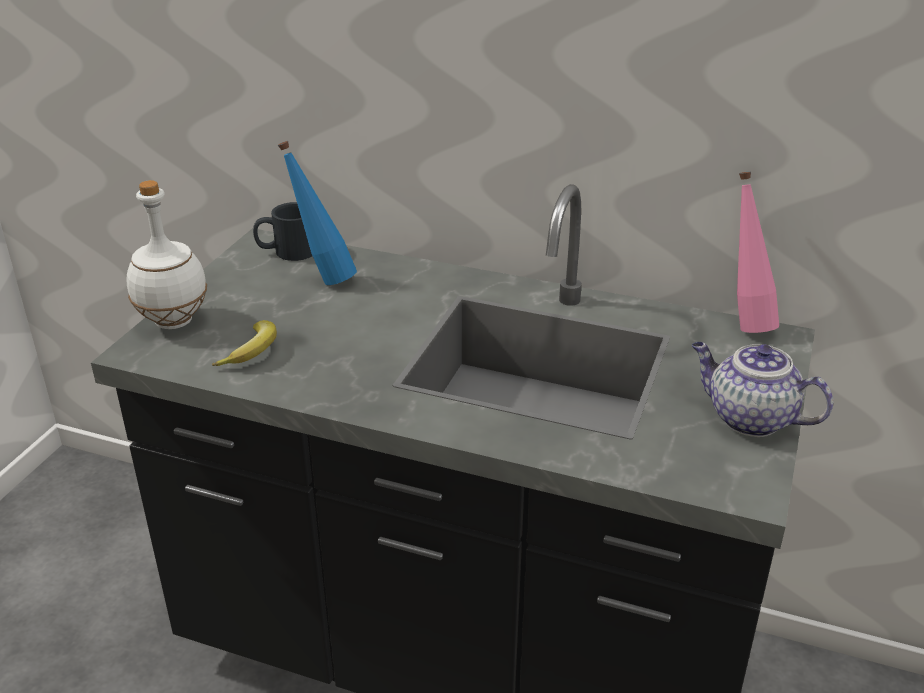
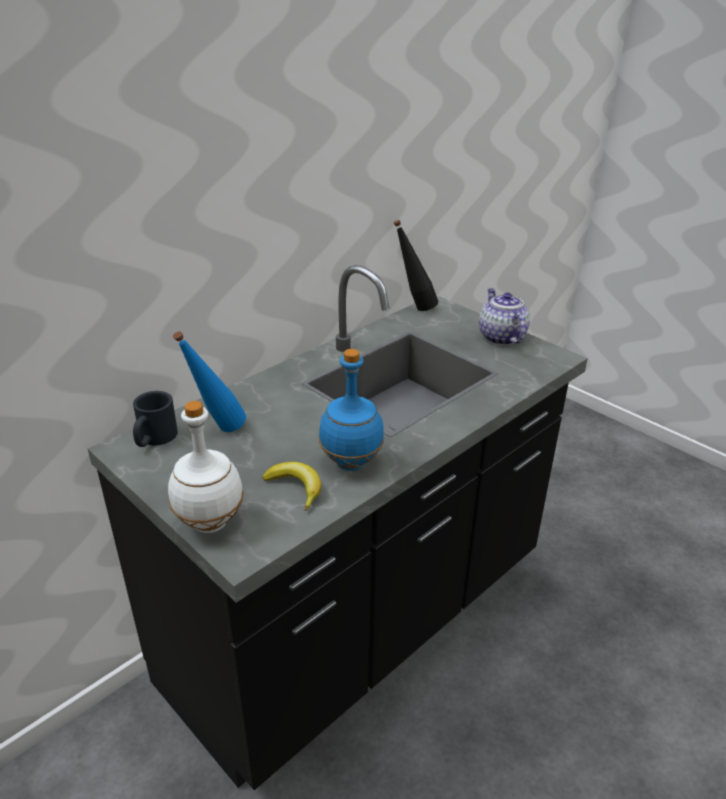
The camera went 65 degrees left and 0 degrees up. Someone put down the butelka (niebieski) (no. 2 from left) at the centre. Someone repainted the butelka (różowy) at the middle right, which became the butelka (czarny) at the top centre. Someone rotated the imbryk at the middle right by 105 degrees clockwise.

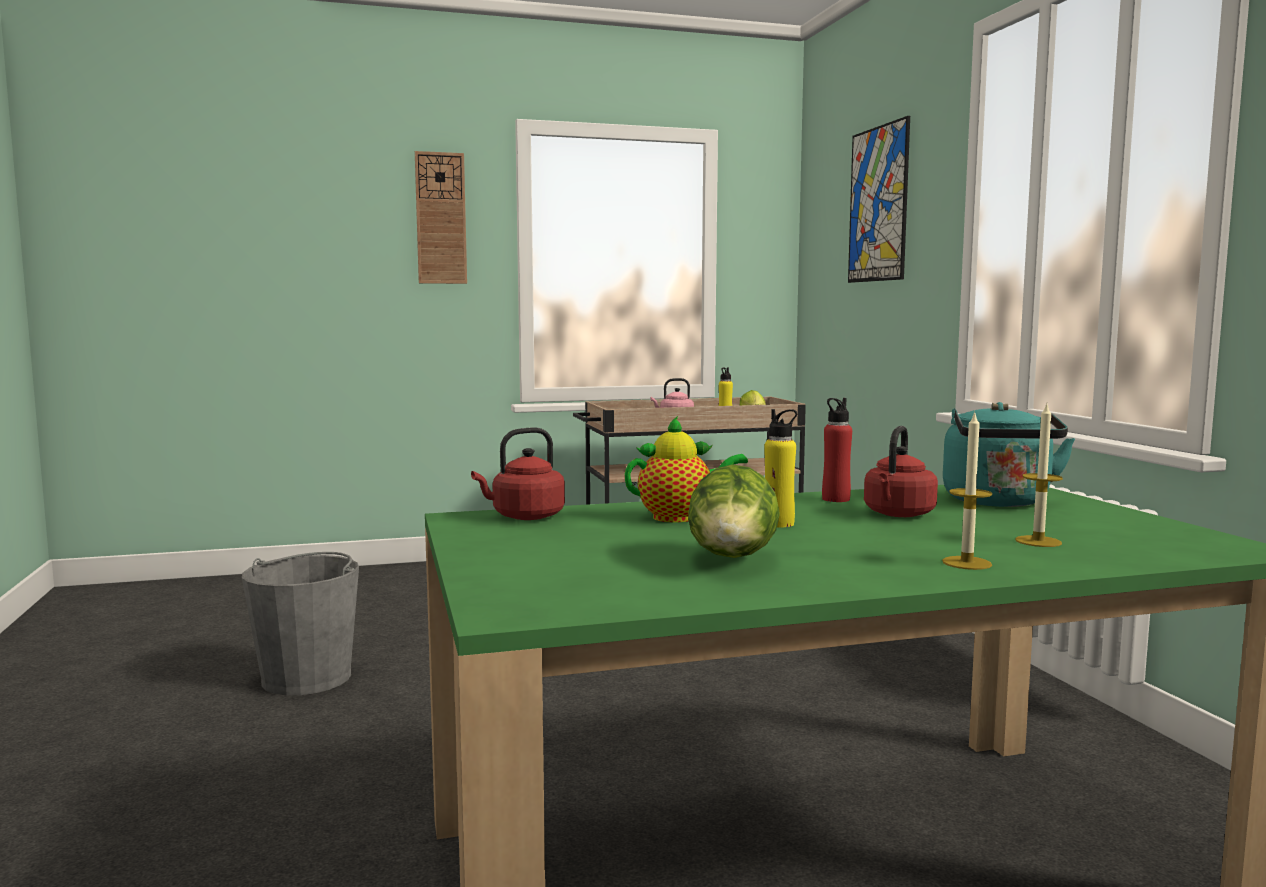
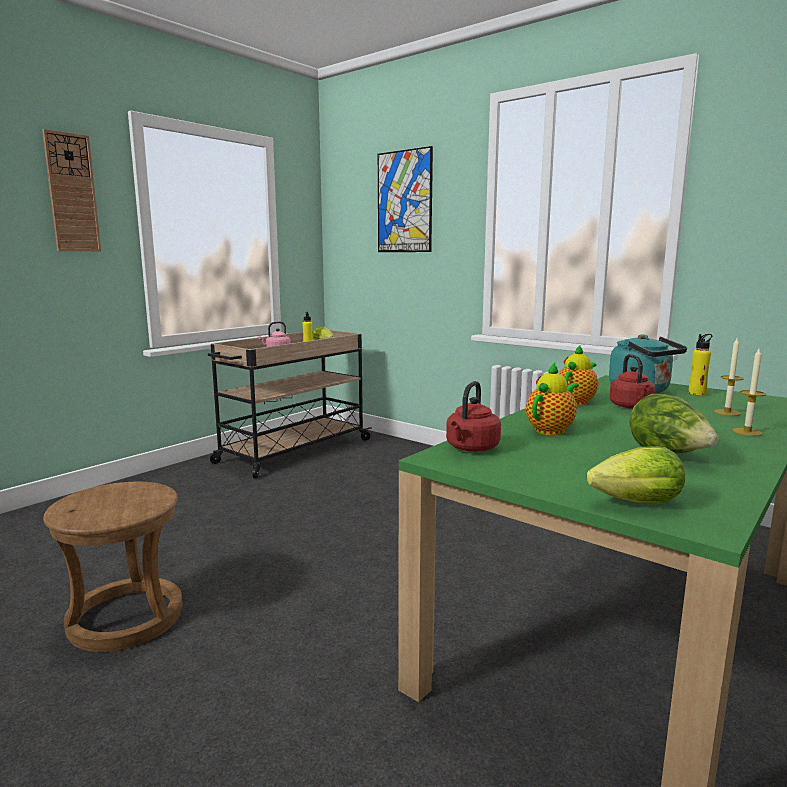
The camera went 35 degrees left and 5 degrees up. Someone swapped the wiadro (szary) at the bottom left for the stołek (brązowy) at the bottom left. Someone swapped the butelka (czerwony) at the centre for the imbryk (no. 2 from left) at the middle right. Someone put down the sałata (no. 2 from left) at the middle right. Someone carried the butelka (żółty) (no. 2 from left) from the centre to the middle right.

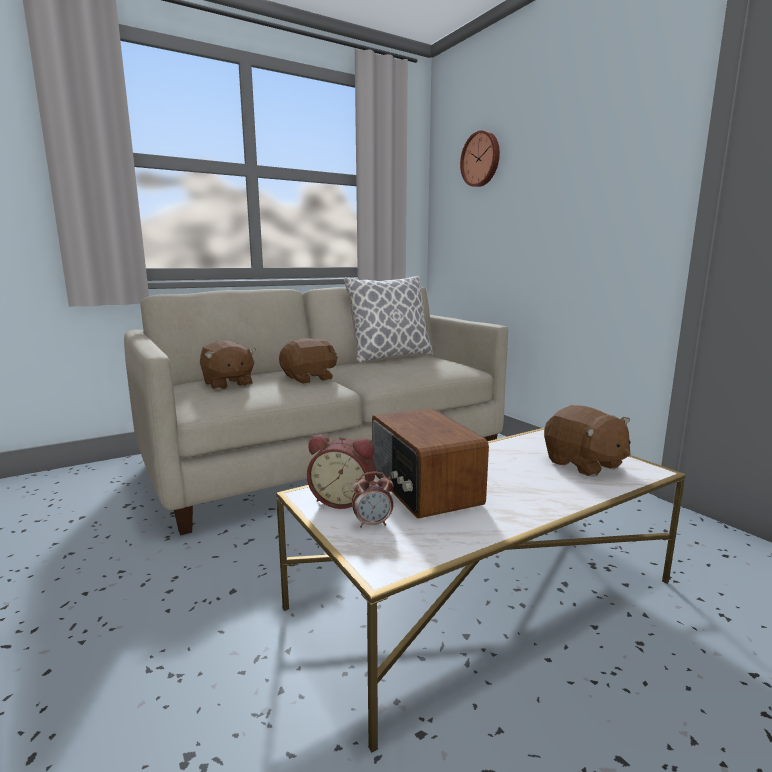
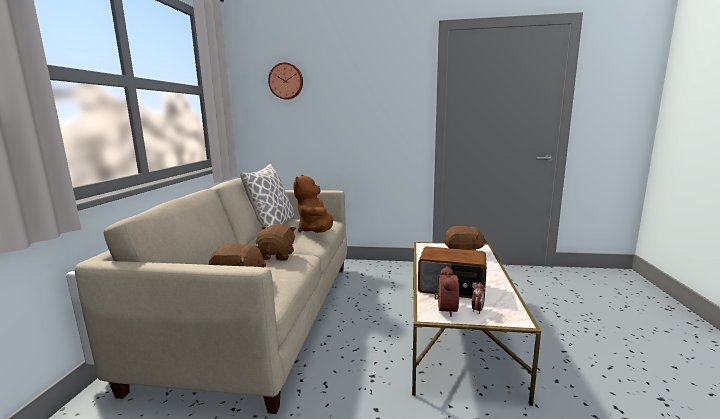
The camera went 50 degrees left and 0 degrees up. Someone put down the pluszak (brązowy) (no. 3 from left) at the centre. Someone rotated the budzik (no. 1 from left) at the centre by 45 degrees counterclockwise.

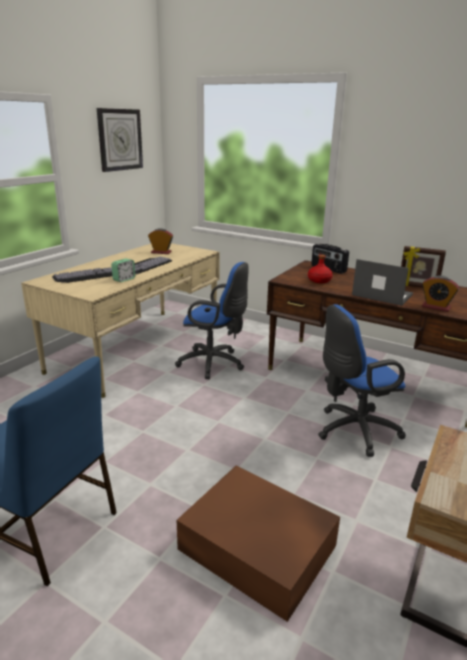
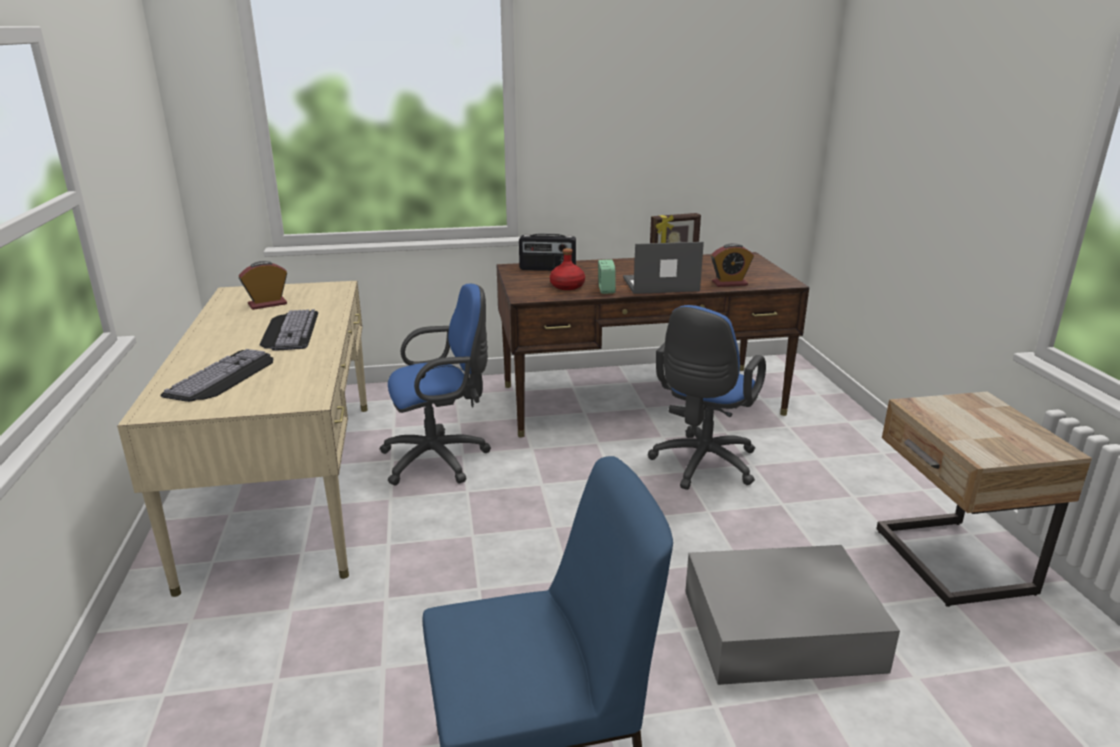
The camera went 40 degrees left and 0 degrees up. Someone carried the budzik (no. 1 from left in the first image) from the middle left to the centre. Someone repainted the pojemnik do przechowywania (brązowy) at the bottom centre, which became the pojemnik do przechowywania (szary) at the bottom right. Someone took away the zegar ścienny at the top left.

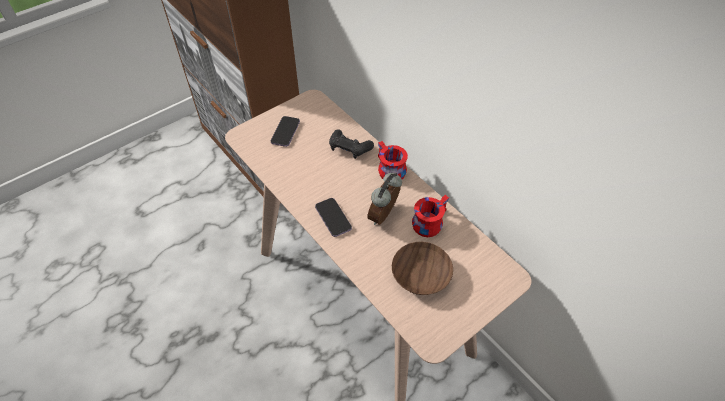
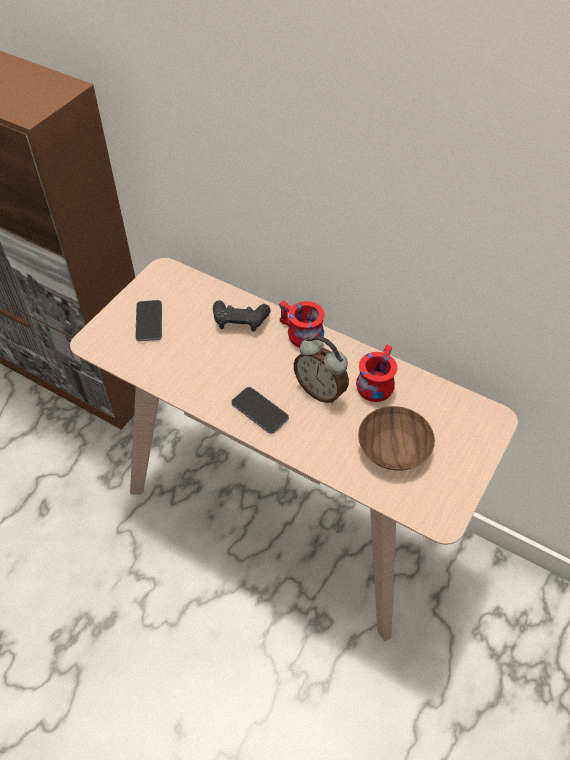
The camera went 20 degrees left and 0 degrees up. Someone rotated the budzik at the centre by 60 degrees counterclockwise.

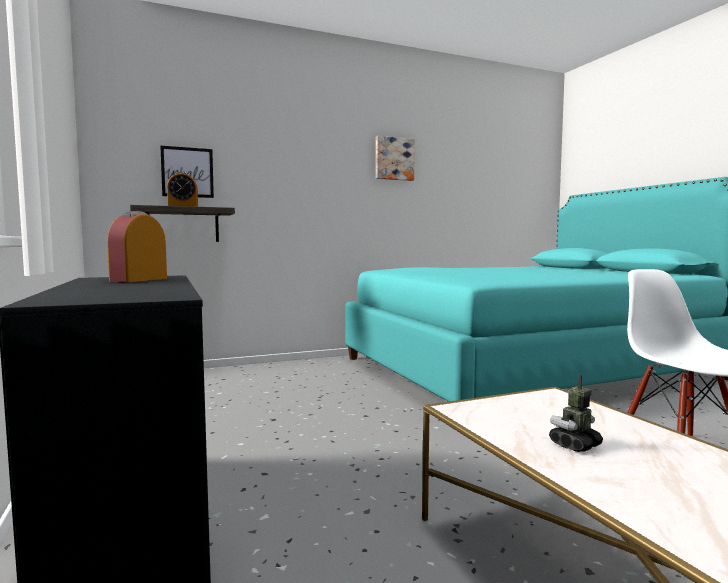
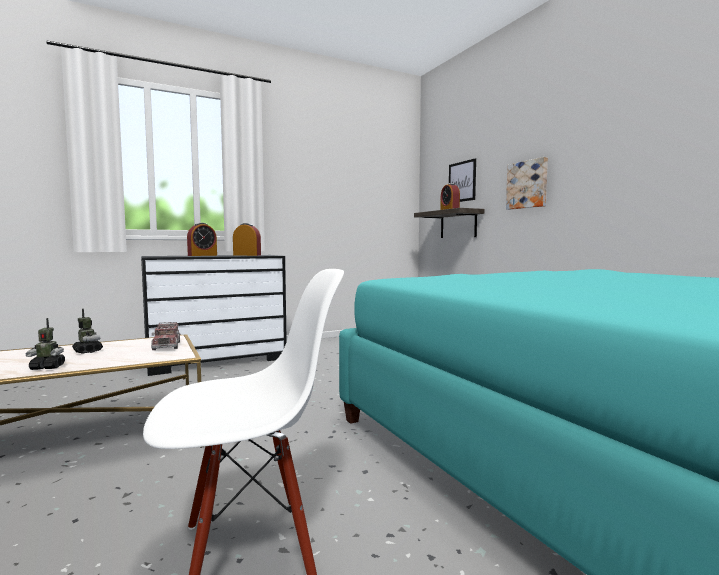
The camera went 85 degrees right and 0 degrees up. Someone put down the robot zabawkowy (no. 1 from left) at the middle left. Someone put down the ciężarówka zabawkowa at the middle left. Someone put down the budzik (no. 1 from left) at the middle left. Someone carried the obraz (no. 2 from left) from the top centre to the top right.

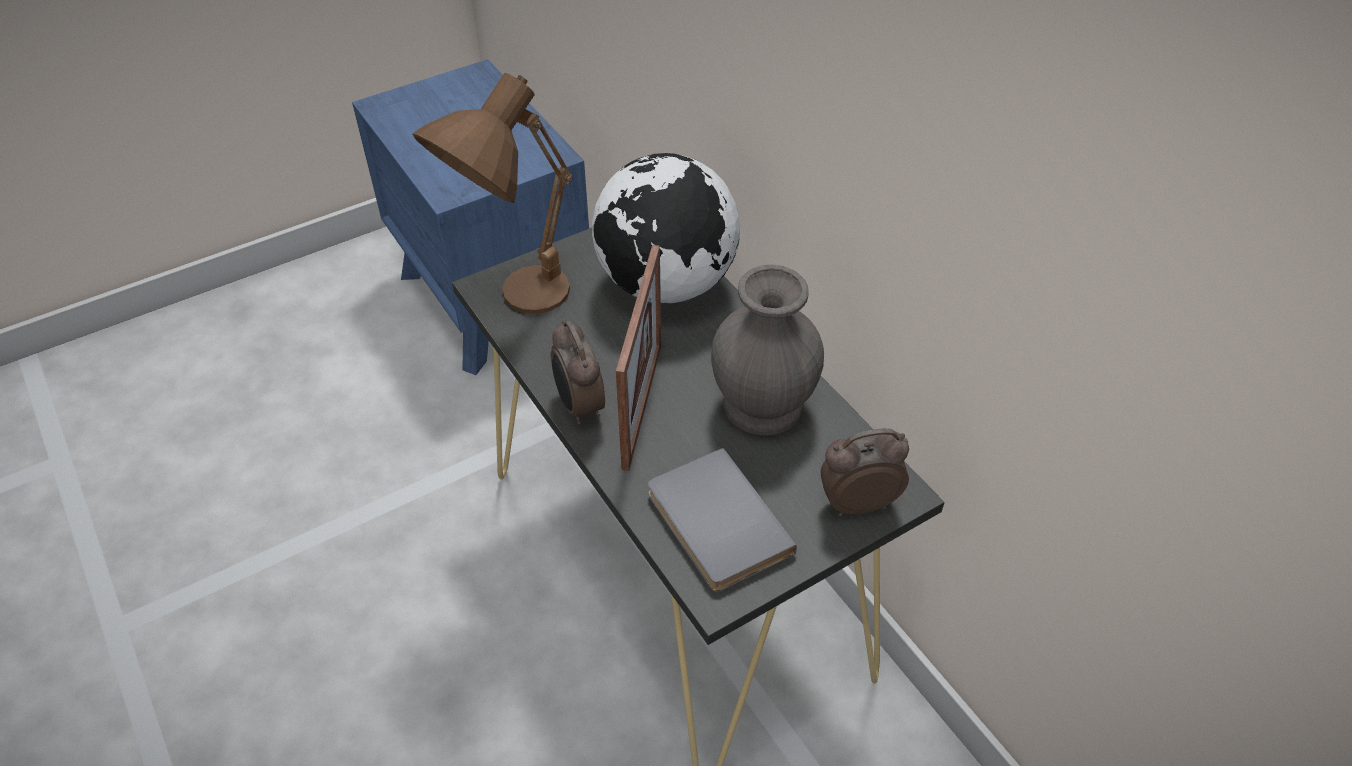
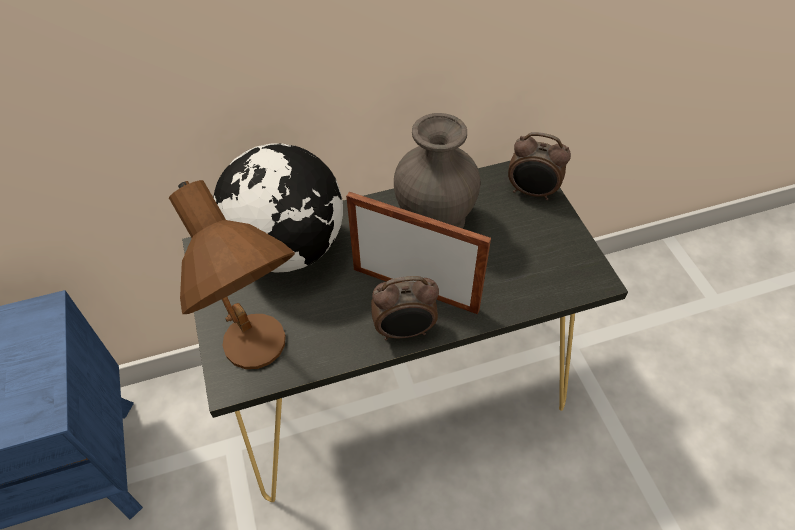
The camera went 75 degrees left and 5 degrees up. Someone rotated the budzik (no. 2 from left) at the centre by 75 degrees counterclockwise. Someone took away the książka (szary) at the bottom centre.

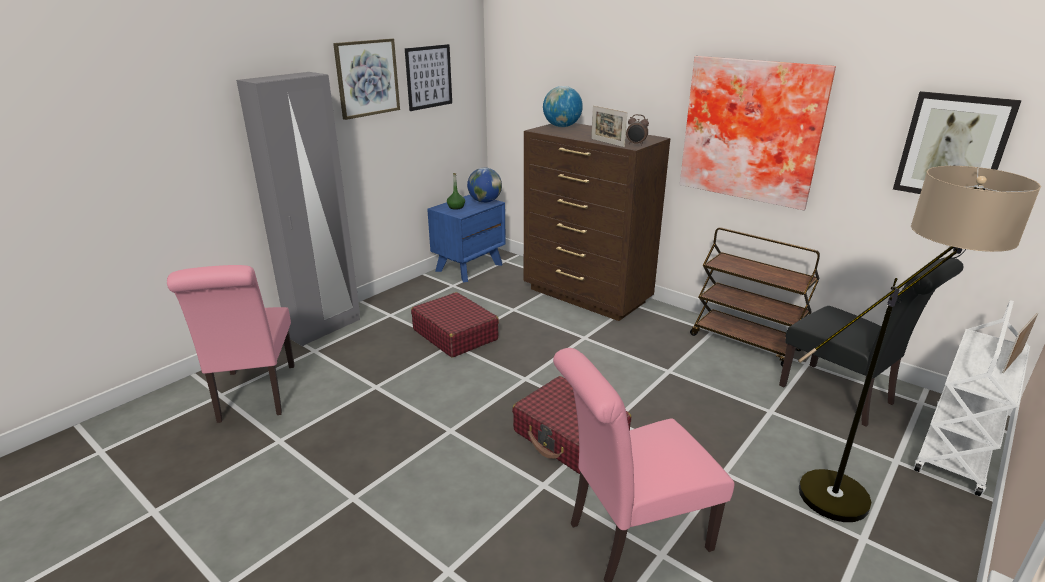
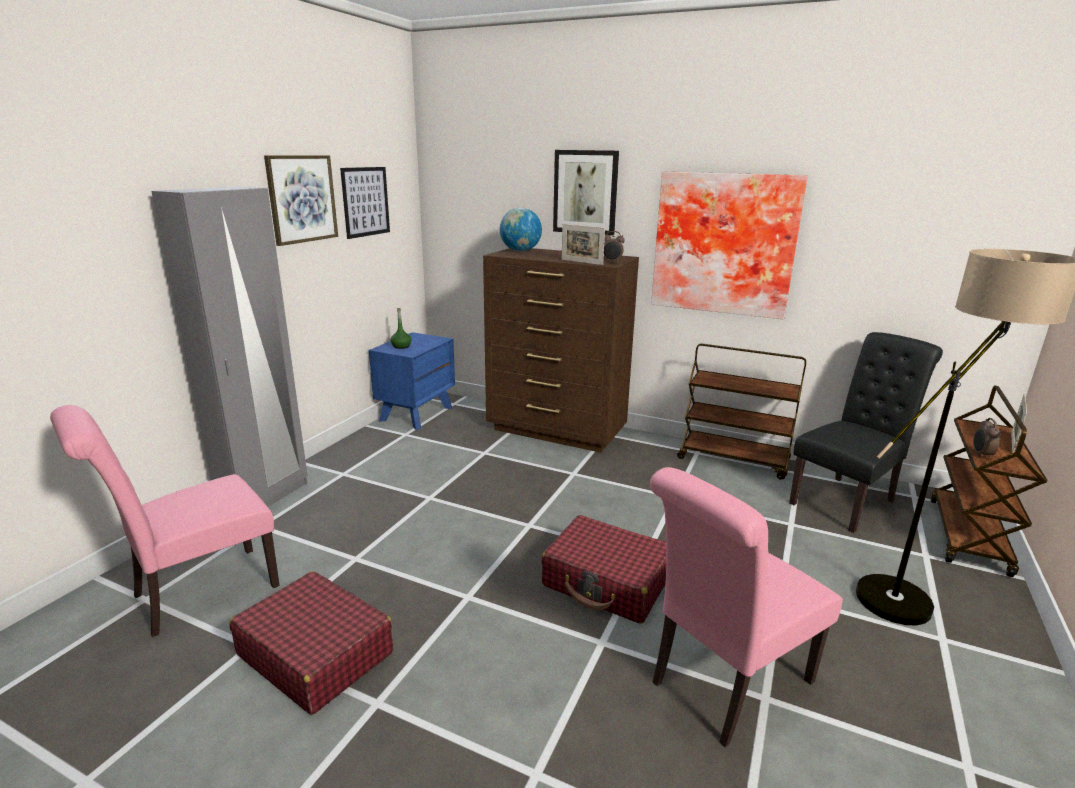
The camera went 15 degrees left and 5 degrees down. Someone rotated the krzesło (różowy) (no. 1 from left) at the middle left by 75 degrees clockwise. Someone carried the walizka (czerwony) (no. 1 from left) from the centre to the bottom left. Someone carried the obraz (no. 4 from left in the first image) from the top right to the top centre. Someone rotated the krzesło (czarny) at the middle right by 75 degrees counterclockwise. Someone repainted the wózek (biały) at the bottom right, which became the wózek (brązowy) (no. 2 from left) at the middle right. Someone put down the budzik (no. 2 from left) at the middle right. Someone took away the globus (no. 1 from left) at the top centre.

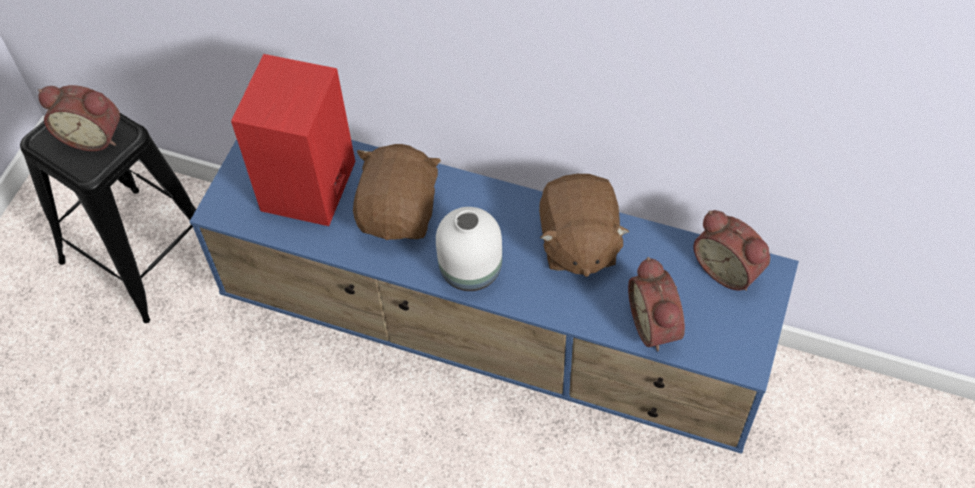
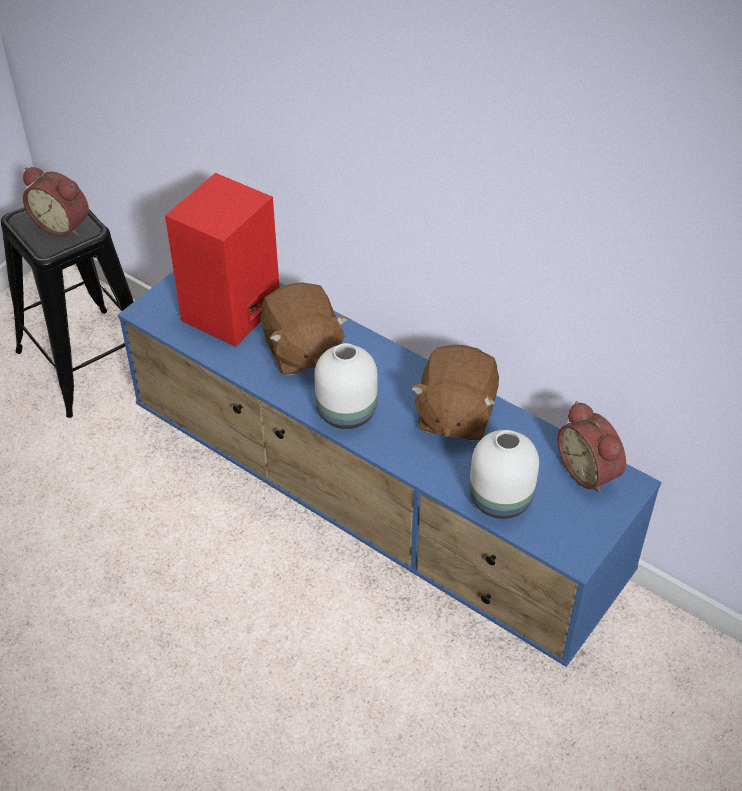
The camera went 15 degrees right and 10 degrees down. Someone rotated the pluszak (brązowy) (no. 1 from left) at the centre by 135 degrees clockwise. Someone swapped the budzik (no. 2 from left) at the middle right for the wazon (biały) (no. 2 from left) at the middle right.

